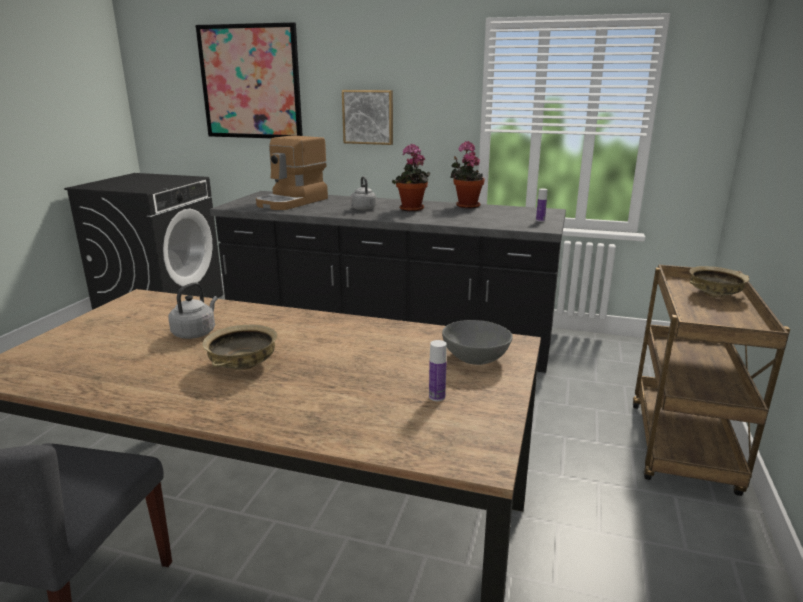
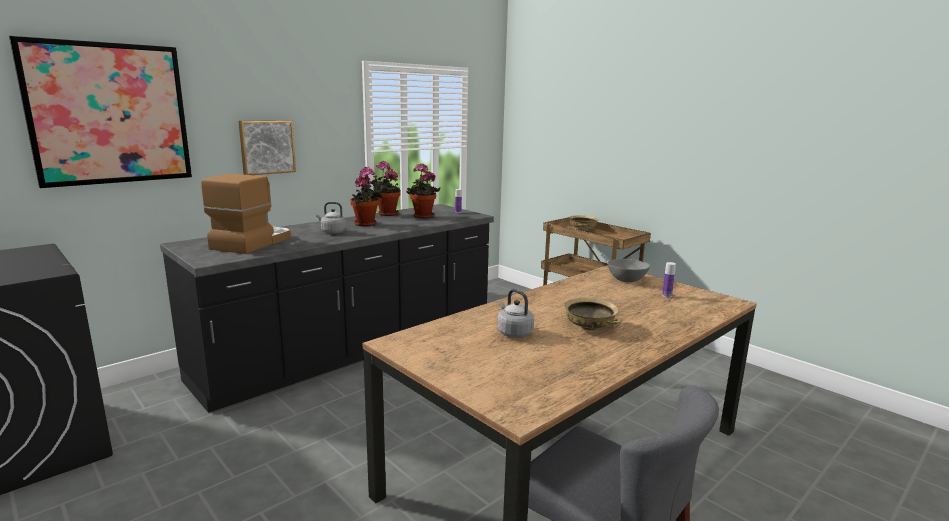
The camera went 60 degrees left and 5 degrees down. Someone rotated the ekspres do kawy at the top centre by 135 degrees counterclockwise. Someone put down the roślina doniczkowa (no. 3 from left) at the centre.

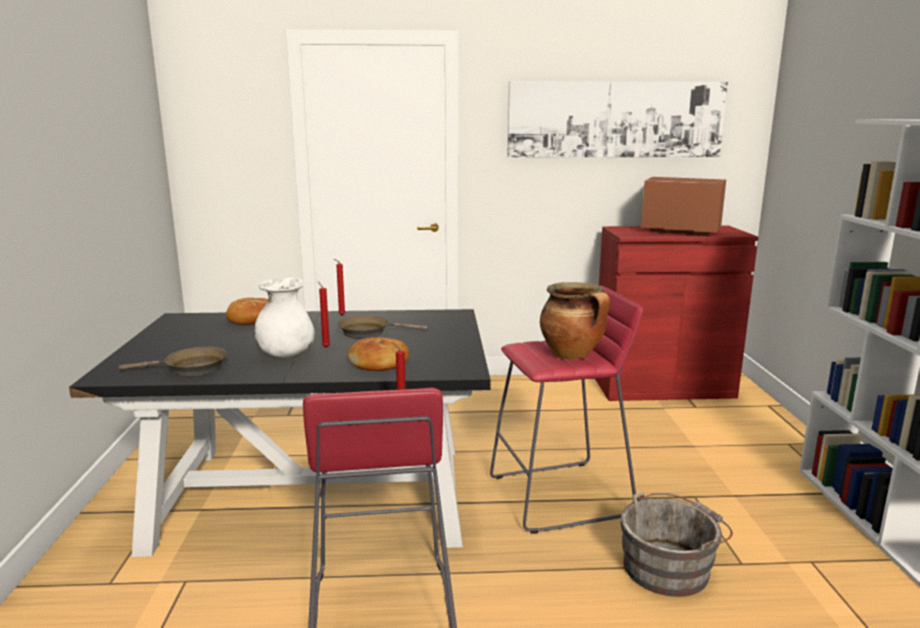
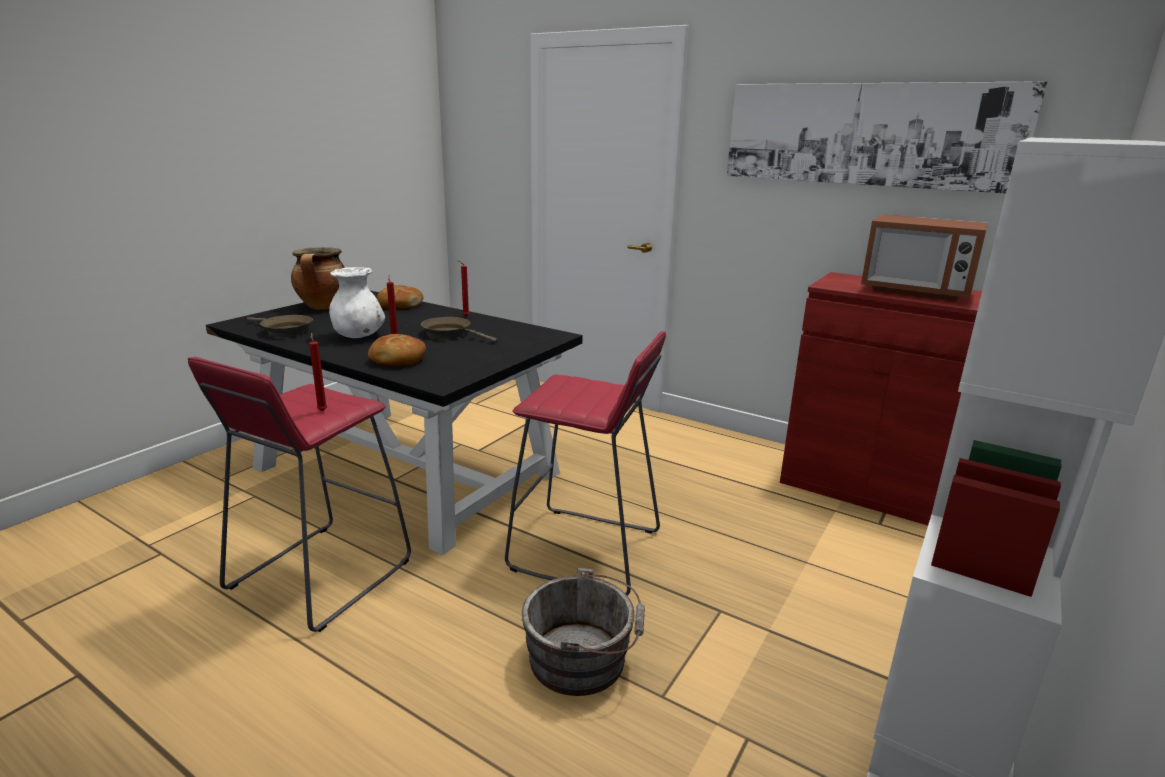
The camera went 35 degrees right and 5 degrees up. Someone carried the garnek from the centre to the middle left. Someone rotated the mikrofalówka at the top right by 150 degrees clockwise.

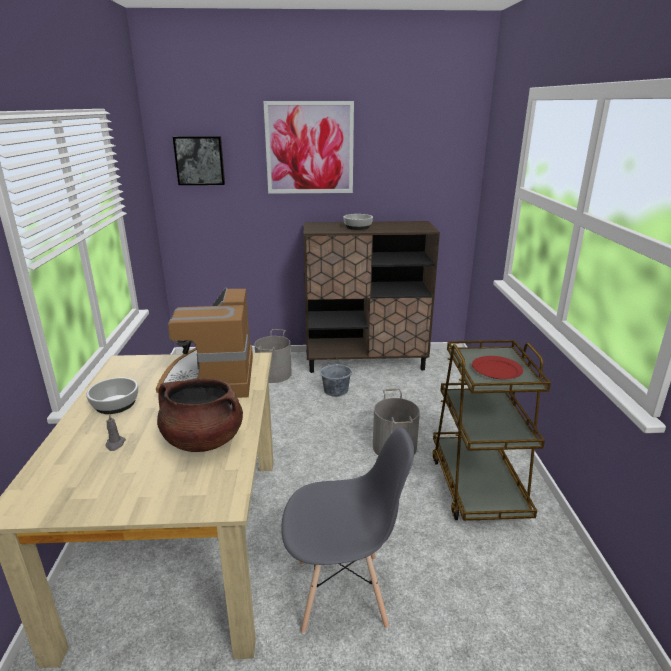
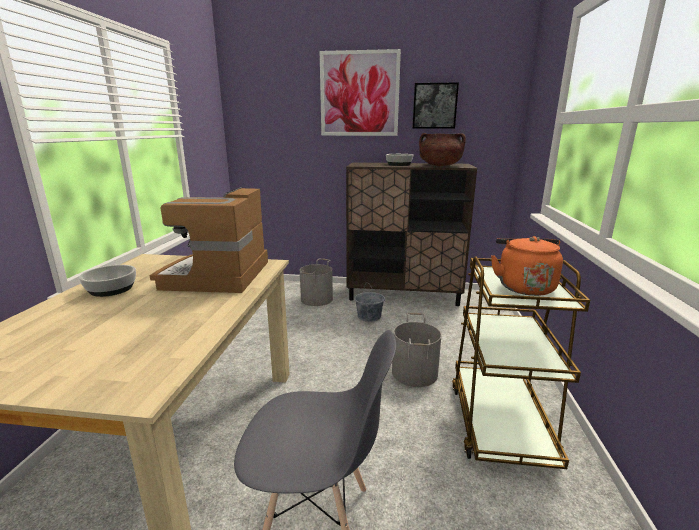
The camera went 10 degrees right and 5 degrees down. Someone carried the obraz (no. 1 from left in the first image) from the top left to the top centre. Someone carried the garnek (brązowy) from the middle left to the top centre. Someone swapped the talerz (czerwony) at the middle right for the czajnik (pomarańczowy) at the middle right. Someone took away the świeca (szary) at the middle left.

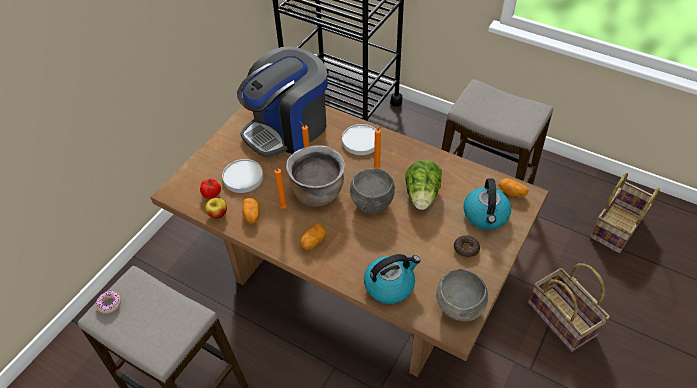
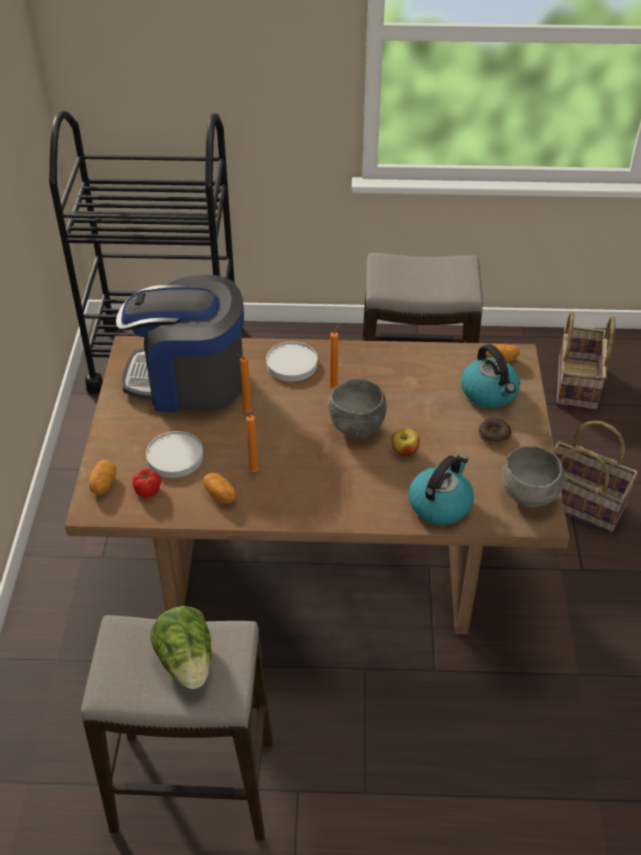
The camera went 30 degrees left and 5 degrees down. Someone carried the ziemniak (no. 2 from left in the first image) from the centre to the middle left. Someone rotated the ekspres do kawy at the top centre by 75 degrees clockwise. Someone carried the sałata from the centre to the bottom left. Someone carried the jabłko from the middle left to the centre. Someone took away the donut (no. 1 from left) at the bottom left. Someone took away the garnek (brązowy) at the centre.

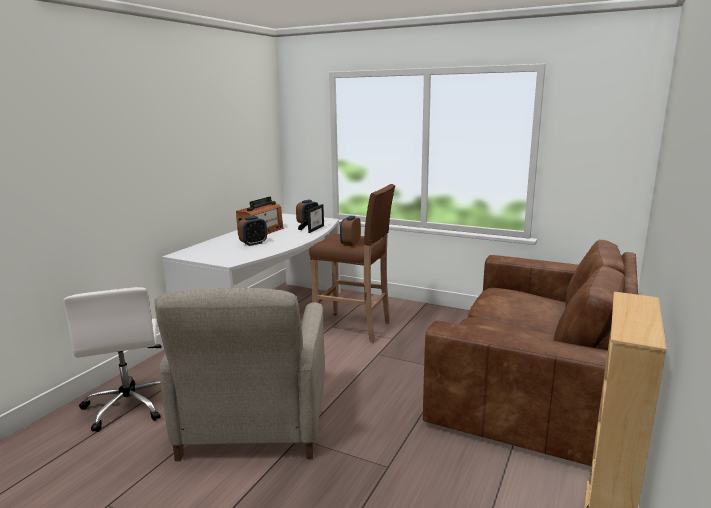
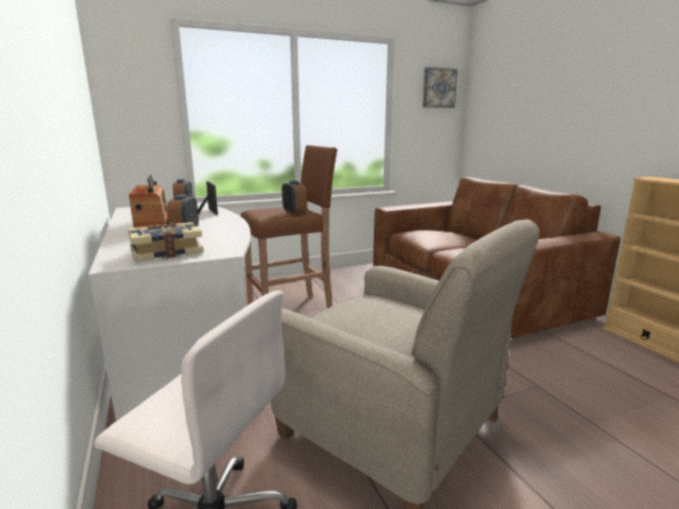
The camera went 50 degrees left and 0 degrees up. Someone put down the książka at the middle left. Someone put up the obraz at the top centre.

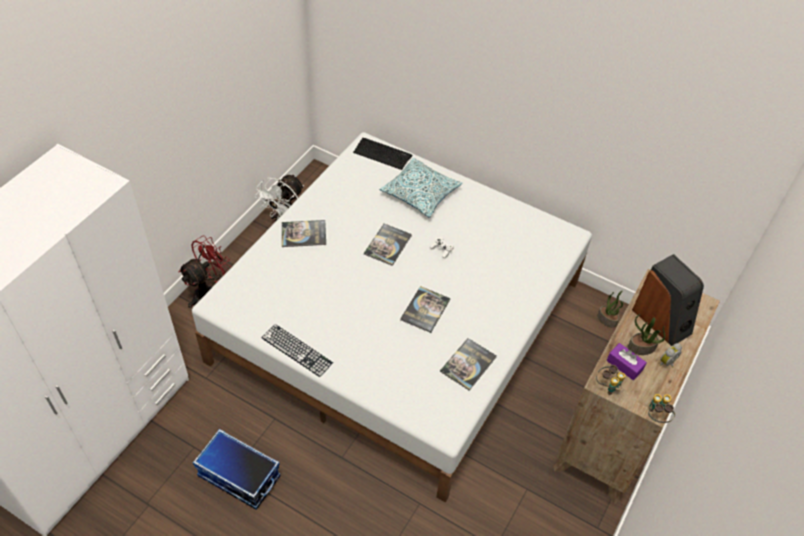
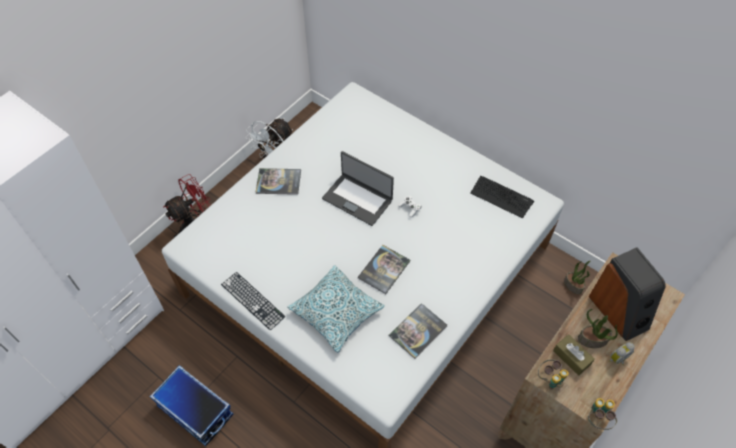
The camera went 10 degrees right and 5 degrees up. Someone carried the poduszka from the centre to the bottom centre. Someone swapped the książka (no. 2 from left) at the centre for the laptop at the centre. Someone carried the klawiatura (no. 2 from left) from the top centre to the middle right. Someone repainted the pudełko chusteczek (fioletowy) at the bottom right, which became the pudełko chusteczek (brązowy) at the bottom right.

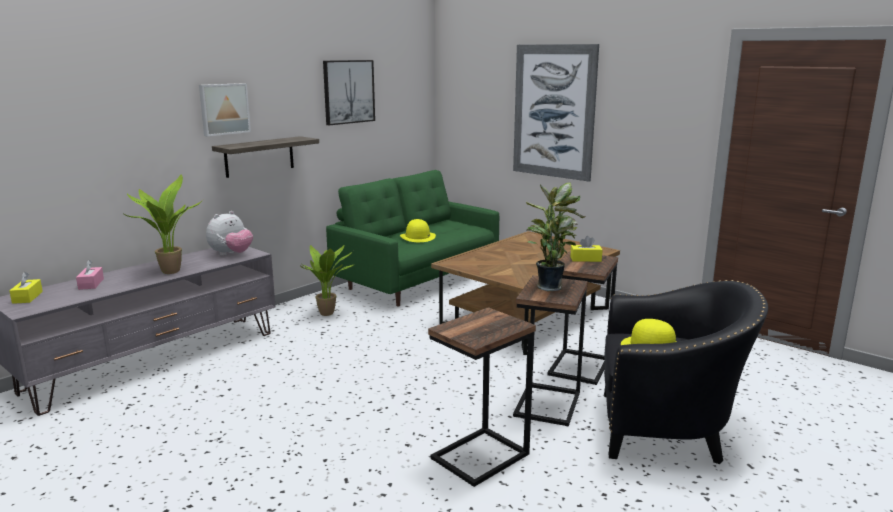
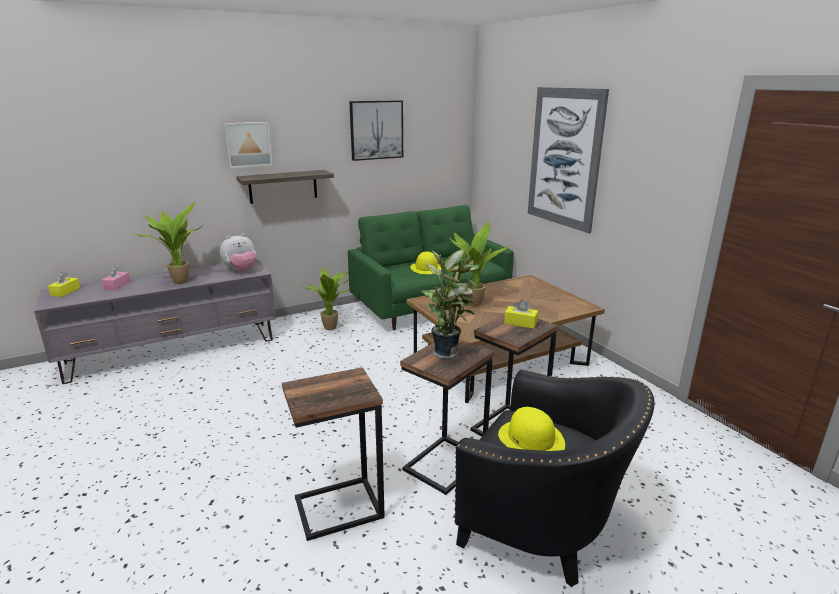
The camera went 20 degrees right and 5 degrees up. Someone put down the roślina doniczkowa (no. 4 from left) at the centre.

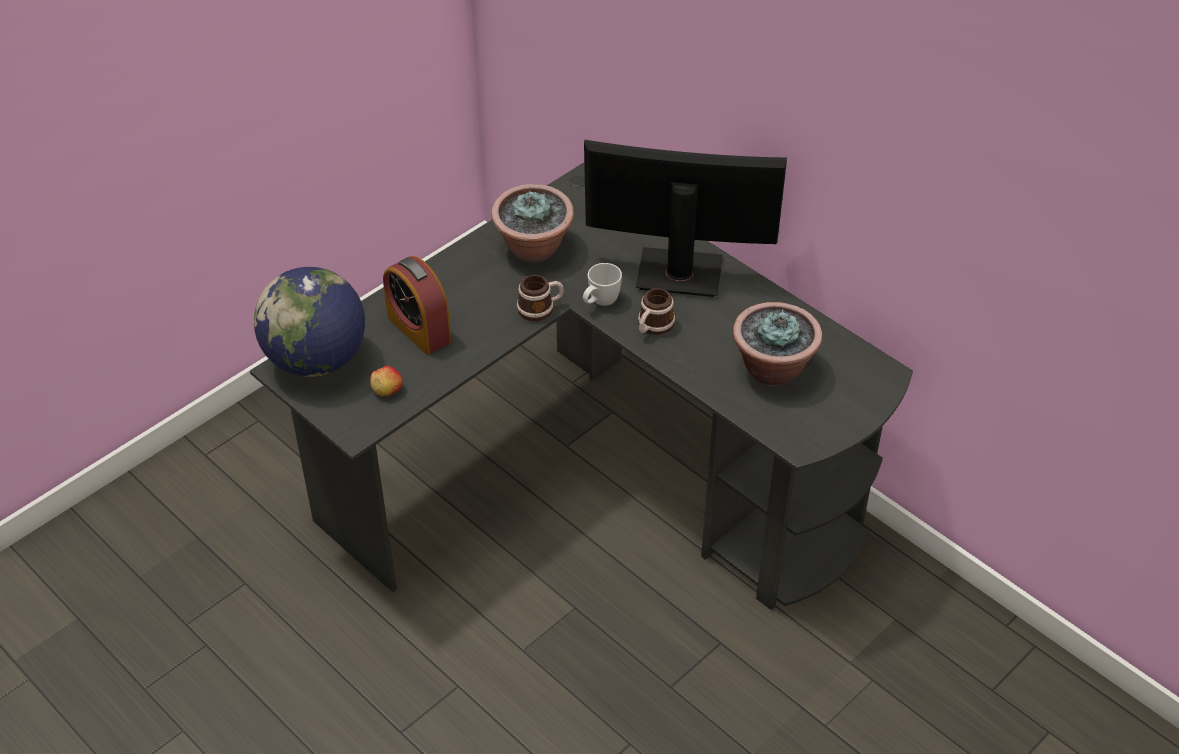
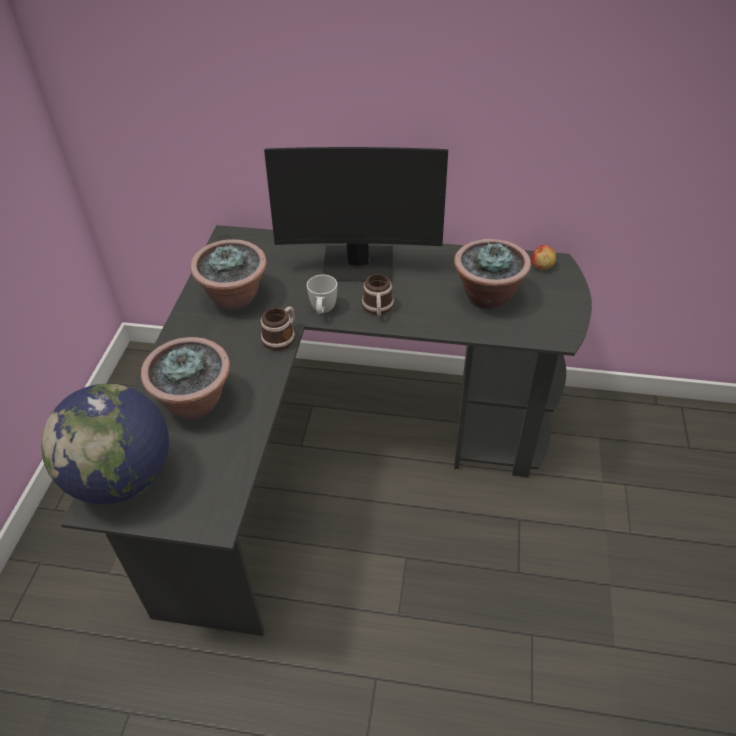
The camera went 35 degrees left and 0 degrees up. Someone swapped the budzik at the centre for the roślina doniczkowa (no. 1 from left) at the middle left. Someone rotated the monitor at the top centre by 150 degrees counterclockwise. Someone carried the jabłko from the middle left to the middle right.

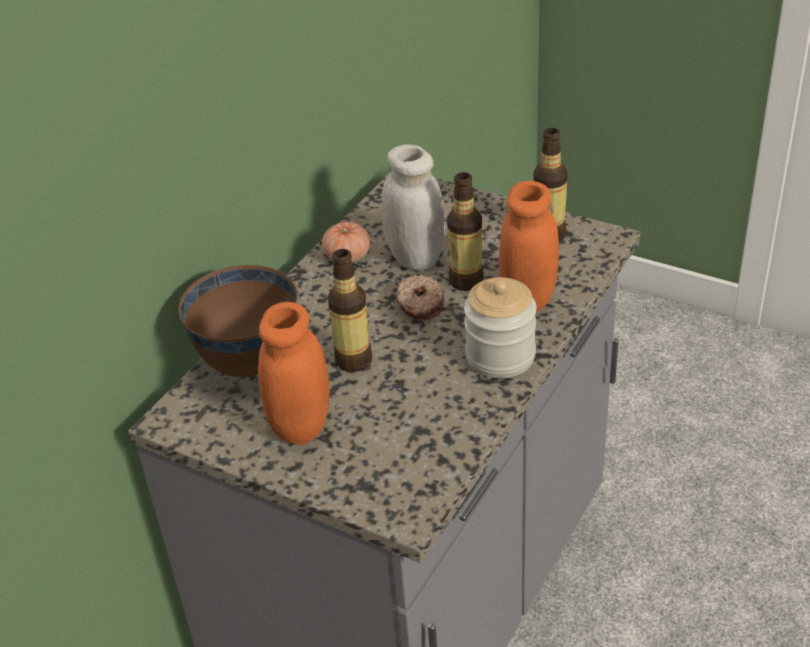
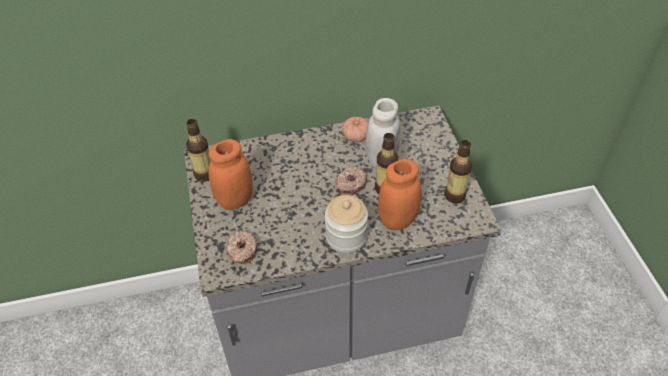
The camera went 45 degrees right and 10 degrees up. Someone carried the butelka (no. 1 from left) from the centre to the middle left. Someone put down the donut (no. 1 from left) at the centre. Someone took away the miska (brązowy) at the middle left.

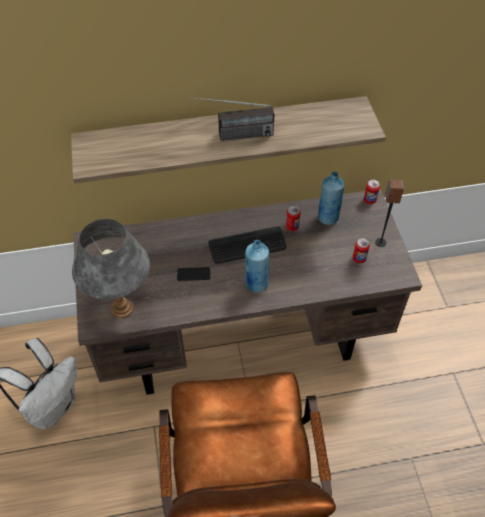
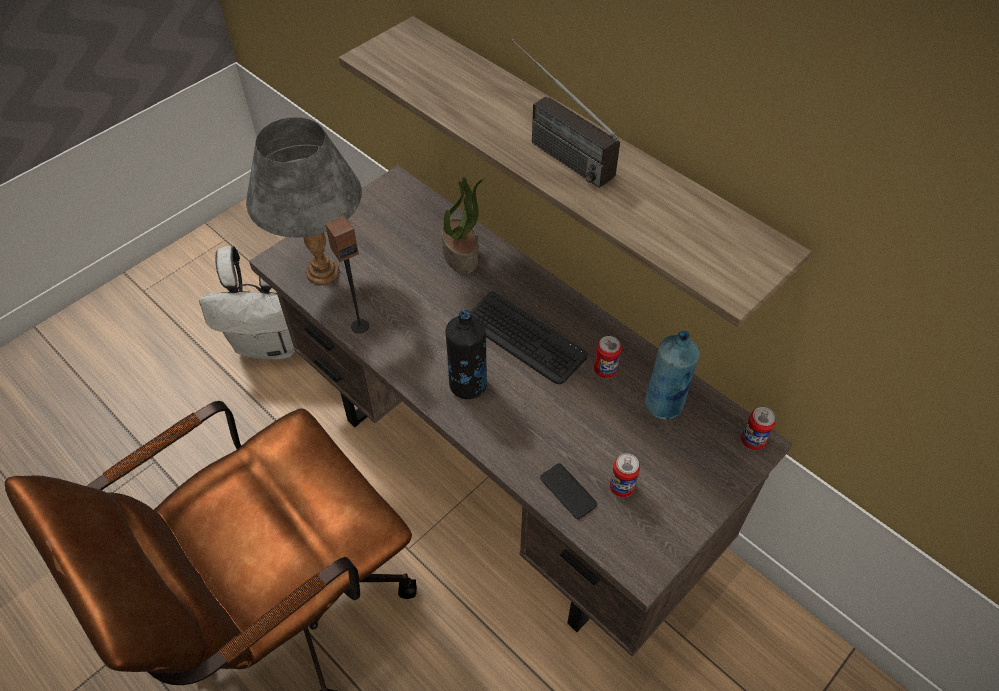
The camera went 55 degrees right and 0 degrees up. Someone carried the głośnik from the middle right to the centre. Someone put down the roślina doniczkowa at the top centre. Someone repainted the butelka (niebieski) (no. 1 from left) at the centre, which became the butelka (czarny) at the centre. Someone carried the telefon from the centre to the bottom centre.

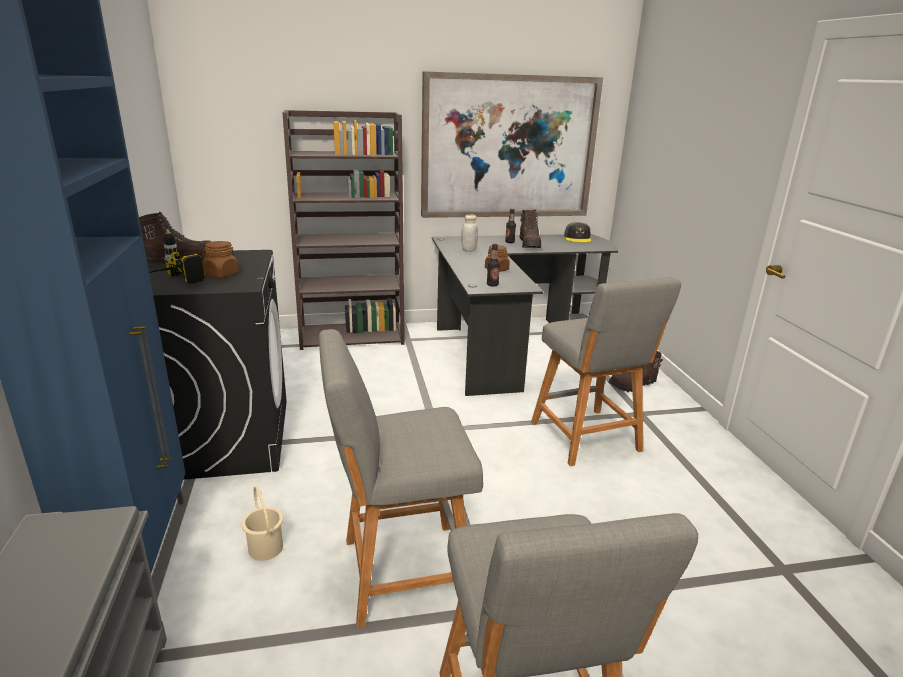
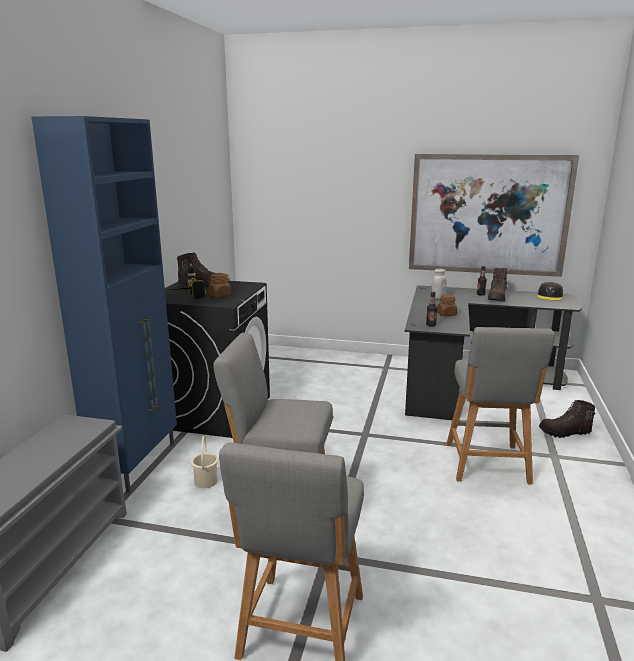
The camera went 25 degrees right and 5 degrees down. Someone took away the regał (brązowy) at the centre.

